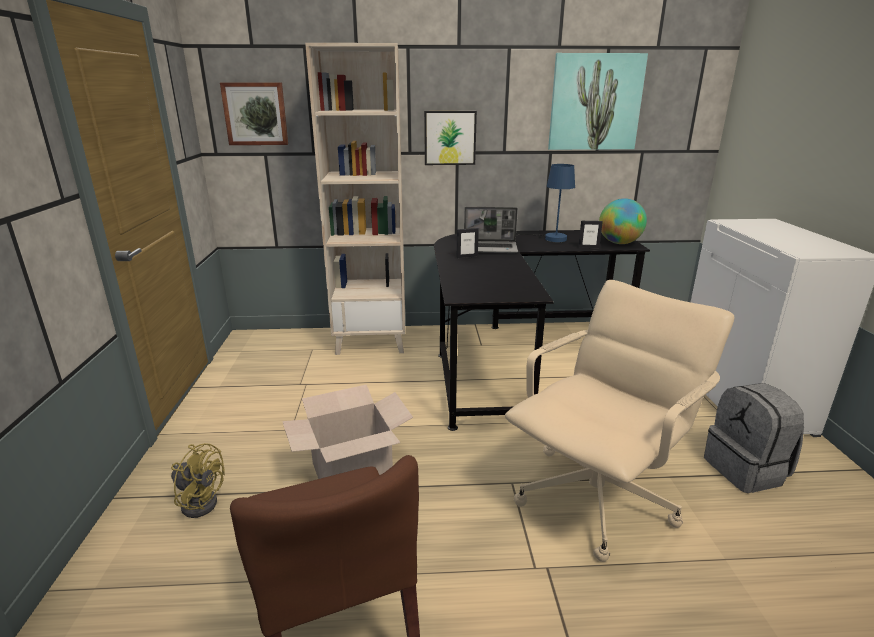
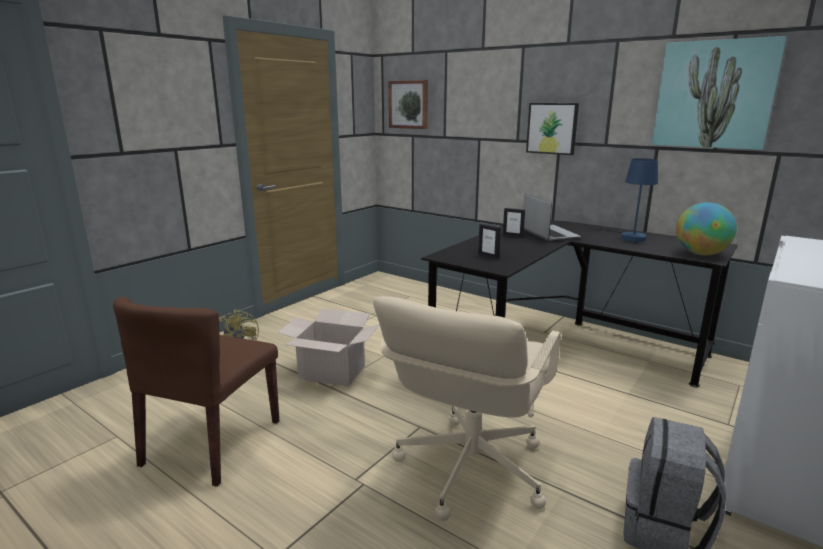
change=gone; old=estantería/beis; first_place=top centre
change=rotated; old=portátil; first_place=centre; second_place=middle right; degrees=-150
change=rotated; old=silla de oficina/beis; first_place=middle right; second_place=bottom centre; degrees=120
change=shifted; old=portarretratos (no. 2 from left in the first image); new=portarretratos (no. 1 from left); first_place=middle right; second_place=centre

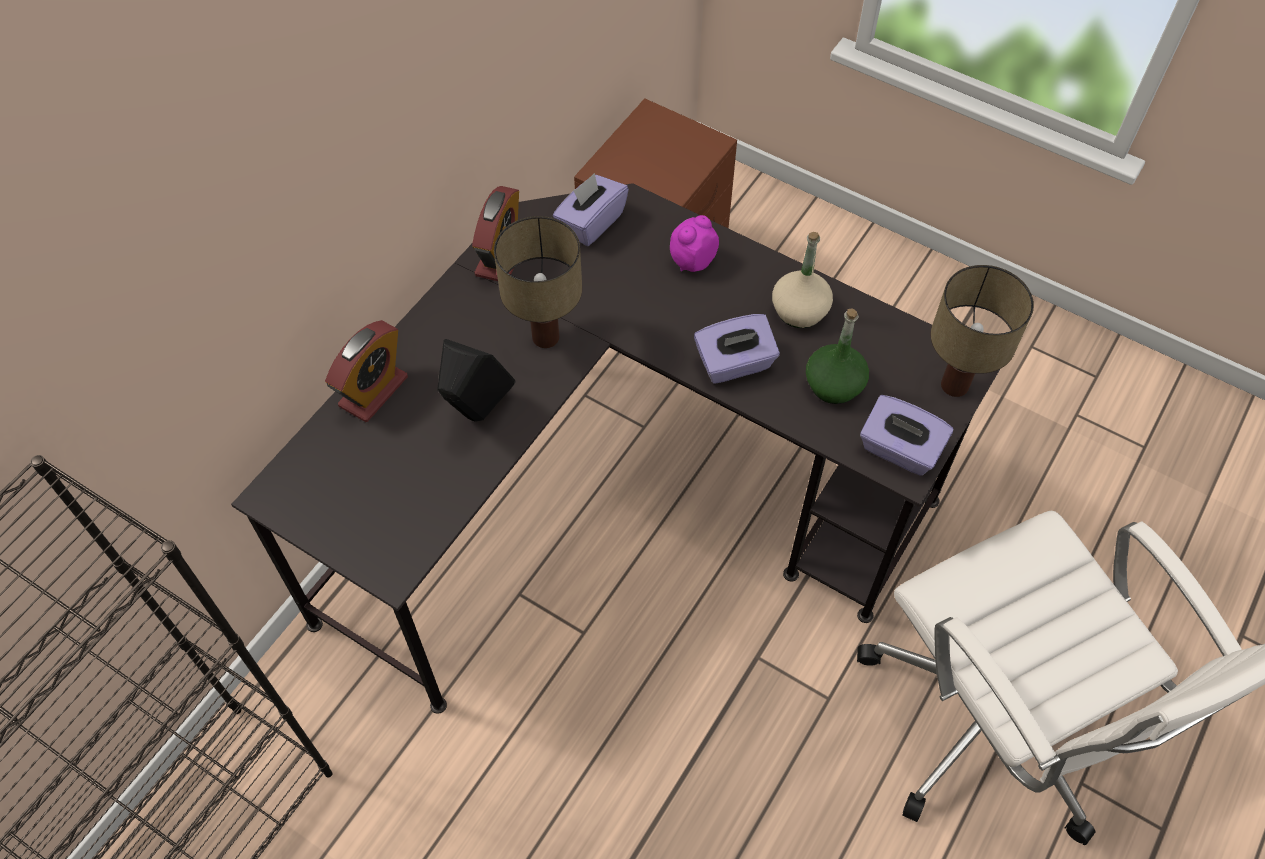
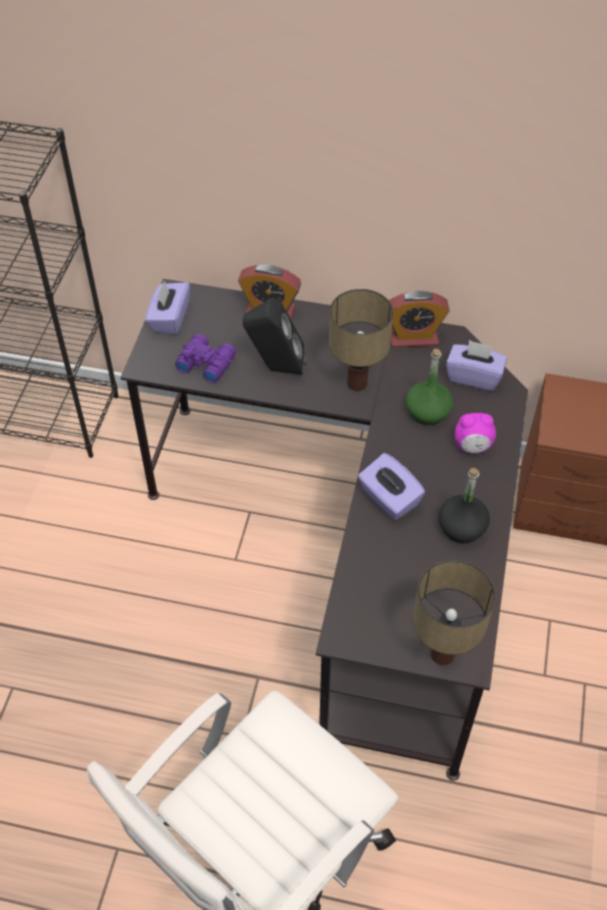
change=rotated; old=despertador (no. 3 from left); first_place=top centre; second_place=middle right; degrees=150
change=repainted; old=botella/beis; new=botella/negro; first_place=top centre; second_place=middle right
change=shifted; old=botella/verde; first_place=centre; second_place=middle right
change=shifted; old=caja de pañuelos/morado (no. 3 from left in the first image); new=caja de pañuelos/morado (no. 1 from left); first_place=middle right; second_place=middle left
change=new; new=prismáticos/morado; second_place=centre

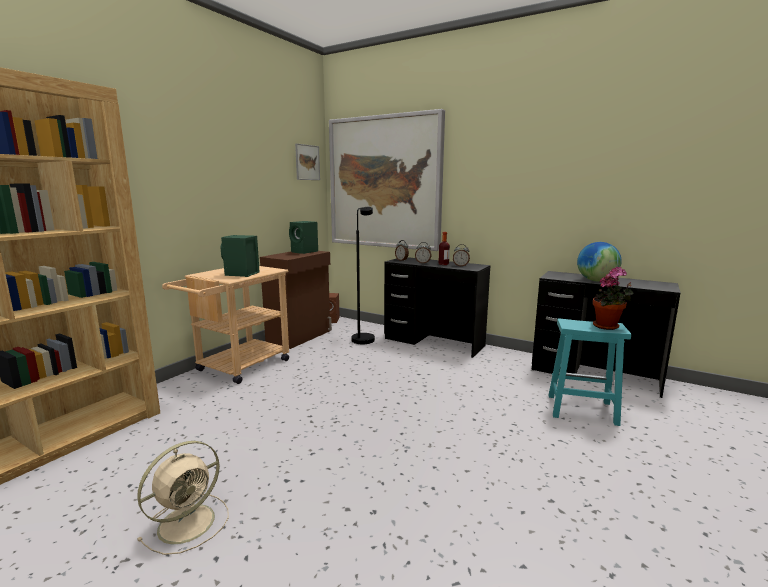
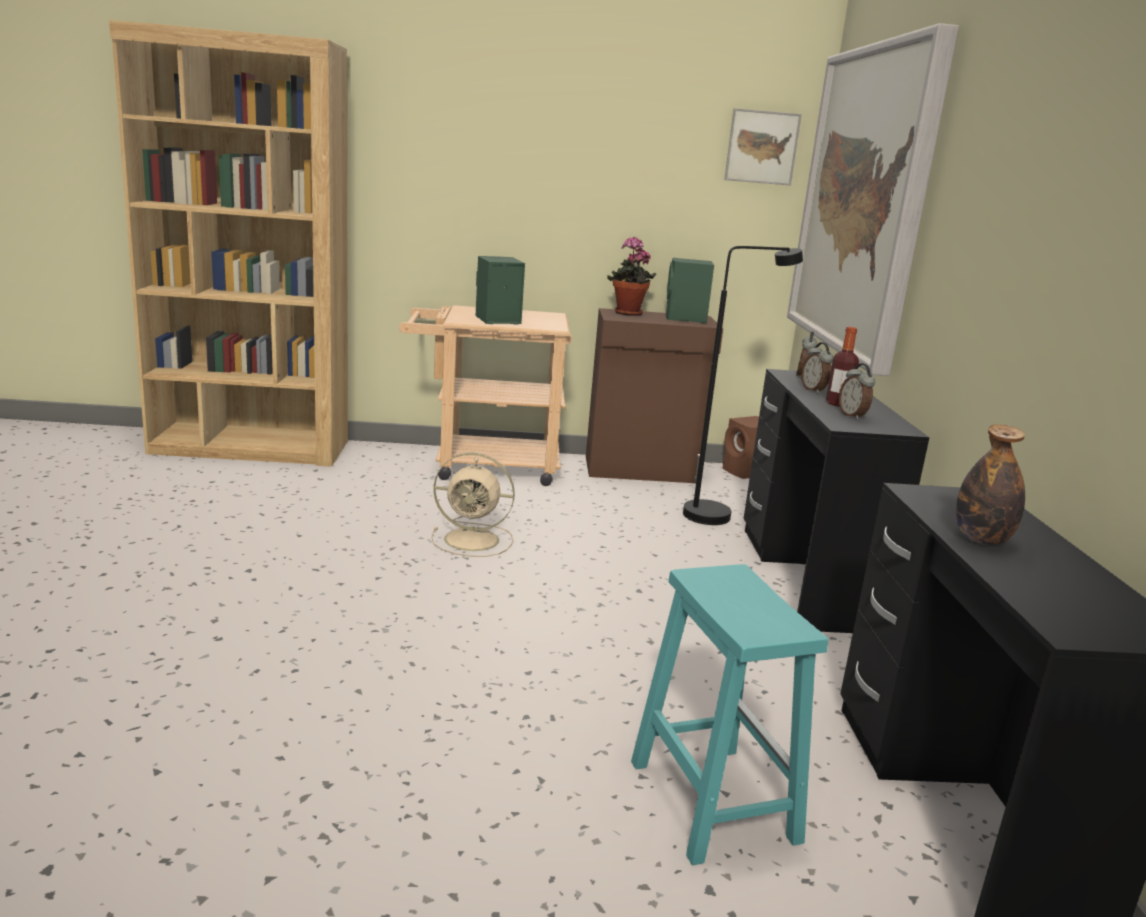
change=shifted; old=ventilador/beis; first_place=bottom left; second_place=centre
change=swapped; old=globo terráqueo; new=botella (no. 2 from left); first_place=middle right; second_place=middle right
change=shifted; old=planta en maceta; first_place=middle right; second_place=top centre

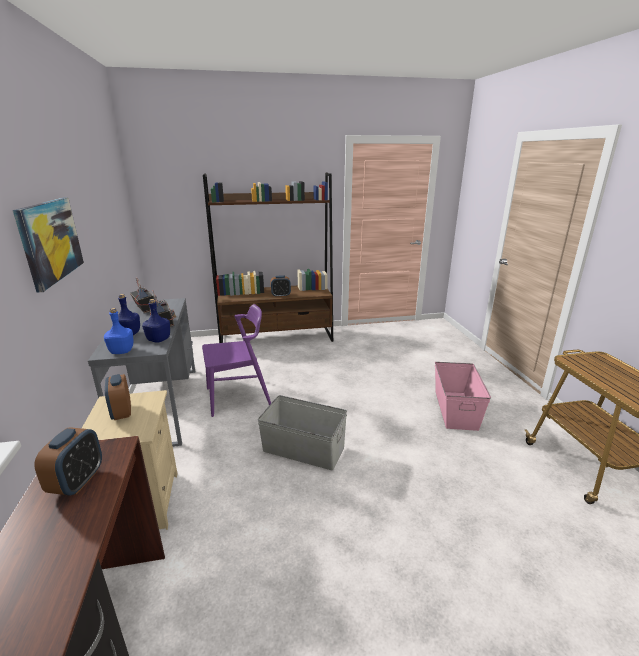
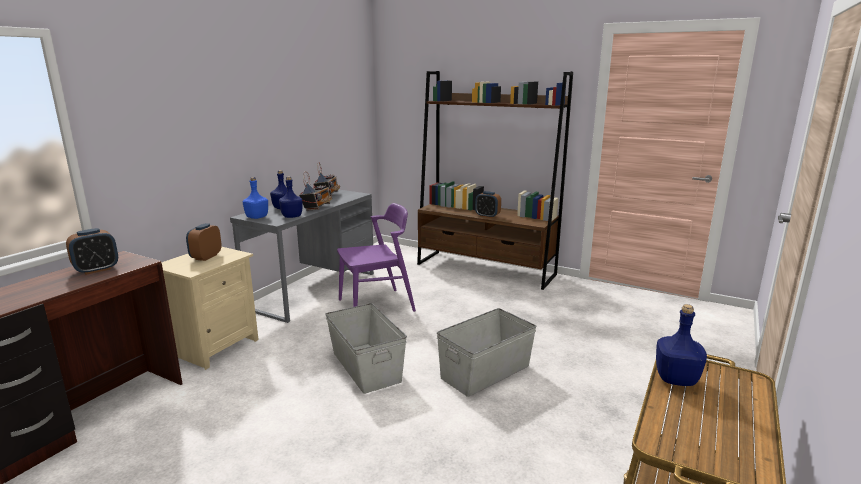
change=gone; old=cuadro; first_place=middle left
change=rotated; old=silla/morado; first_place=centre; second_place=centre; degrees=-45
change=gone; old=caja de almacenaje/rosa; first_place=middle right
change=new; new=caja de almacenaje/gris (no. 2 from left); second_place=bottom centre
change=new; new=botella/azul (no. 4 from left); second_place=bottom right

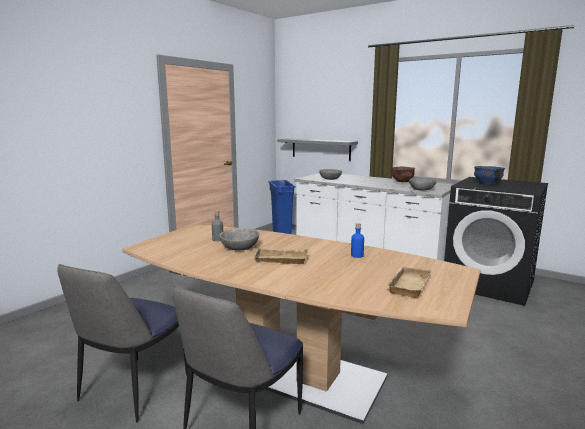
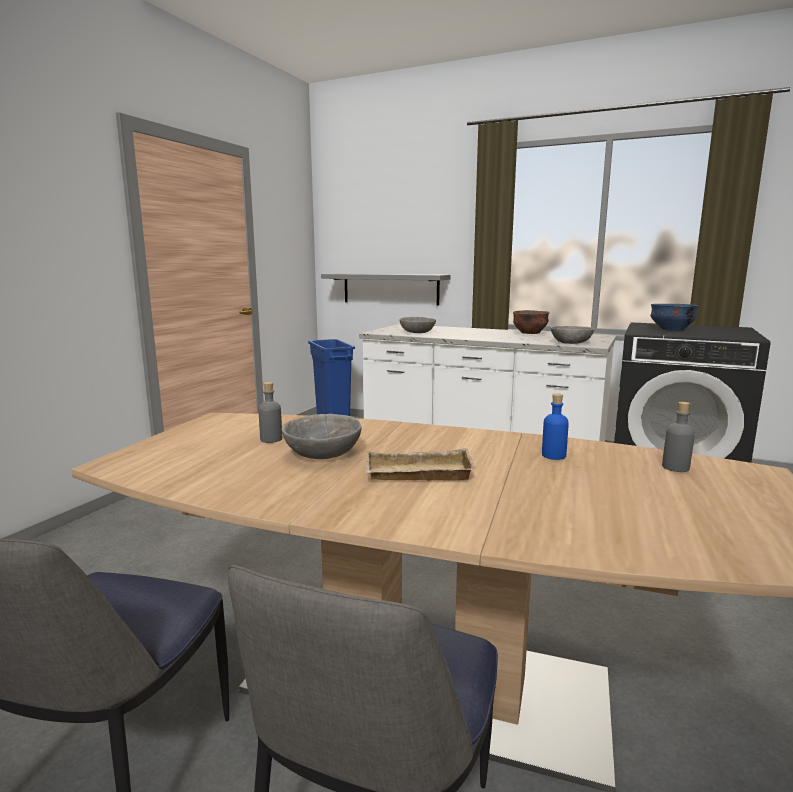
change=gone; old=bandeja/beis (no. 2 from left); first_place=middle right
change=new; new=botella/gris (no. 2 from left); second_place=middle right

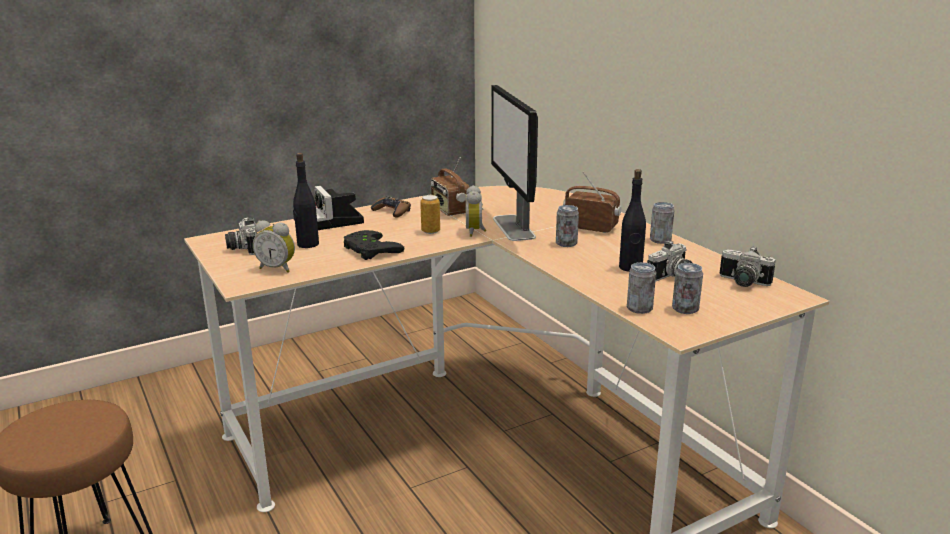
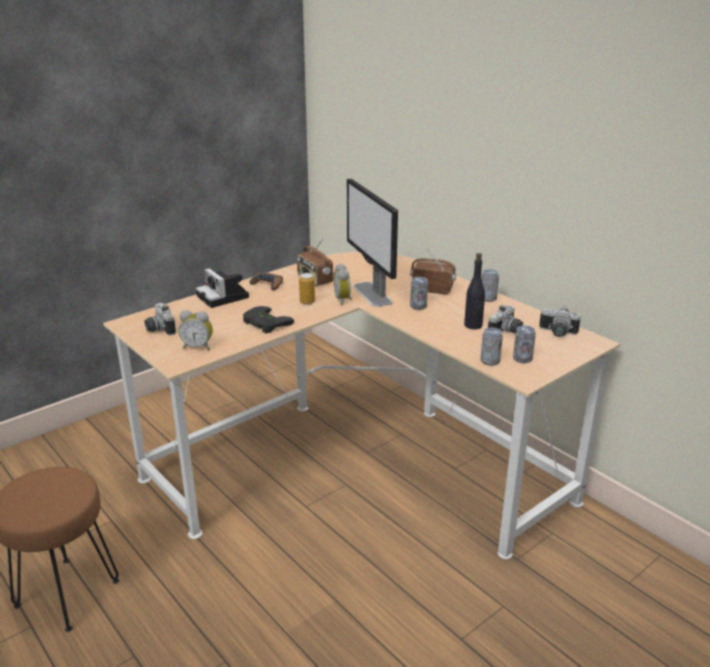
change=gone; old=botella/negro (no. 1 from left); first_place=middle left

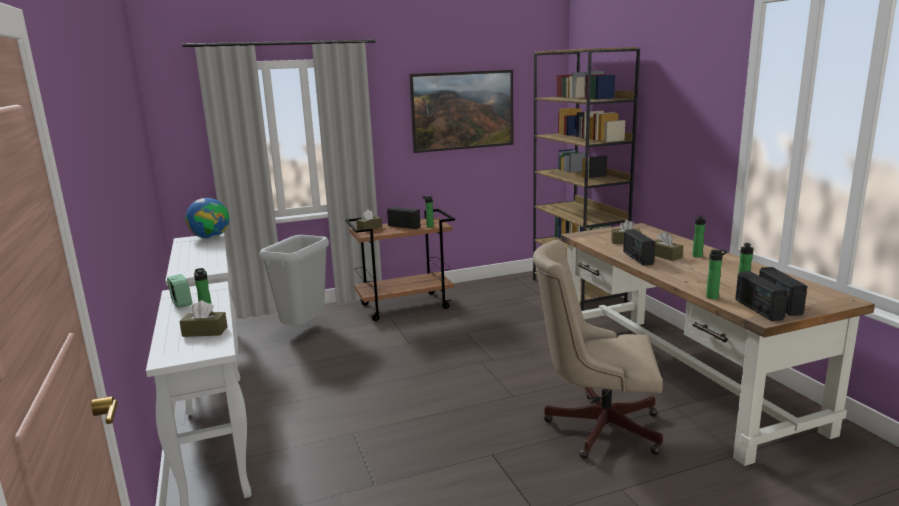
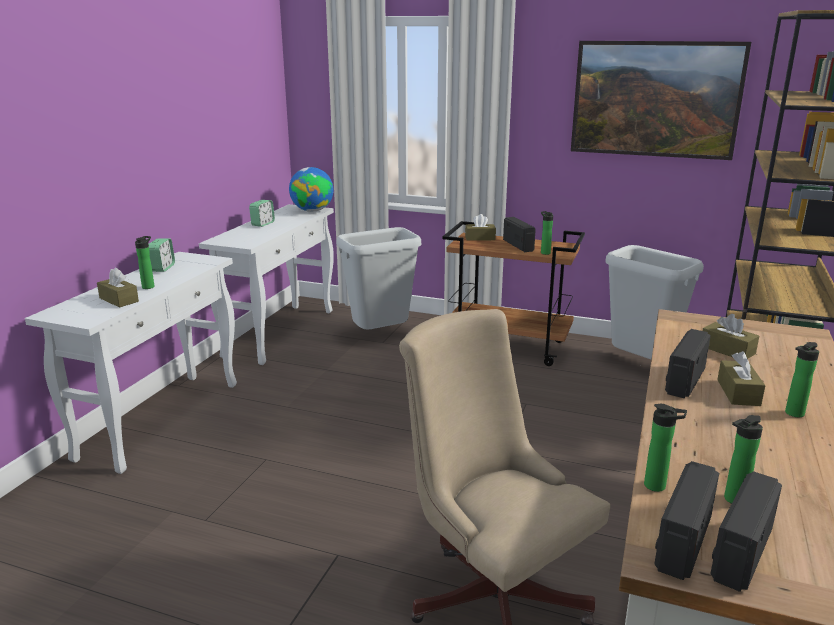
change=new; new=despertador (no. 2 from left); second_place=middle left
change=new; new=papelera/gris (no. 2 from left); second_place=middle right

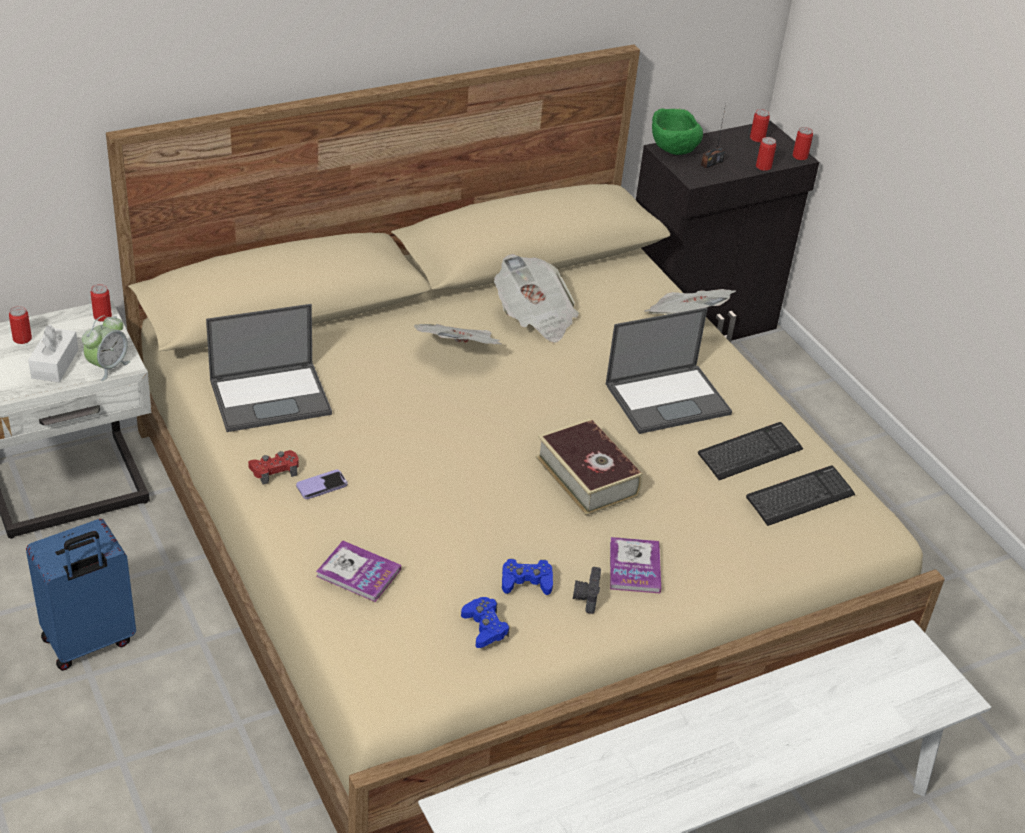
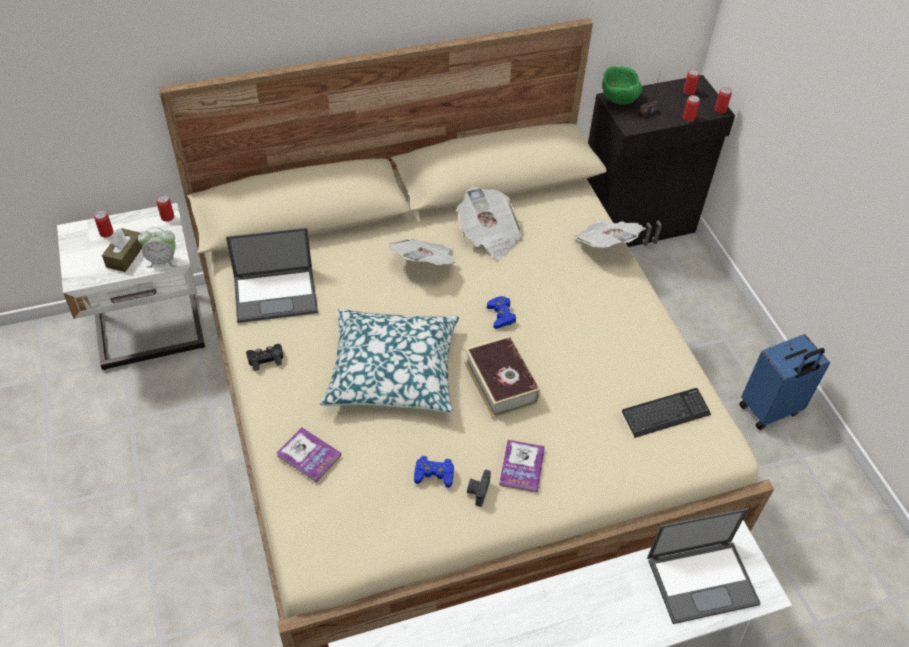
change=shifted; old=maleta/azul; first_place=bottom left; second_place=middle right
change=repainted; old=caja de pañuelos/blanco; new=caja de pañuelos/marrón; first_place=middle left; second_place=middle left
change=rotated; old=despertador; first_place=middle left; second_place=middle left; degrees=45
change=repainted; old=mando de consola/rojo; new=mando de consola/negro; first_place=middle left; second_place=middle left
change=gone; old=móvil; first_place=middle left
change=shifted; old=mando de consola/azul (no. 1 from left in the first image); new=mando de consola/azul (no. 2 from left); first_place=bottom centre; second_place=centre
change=shifted; old=portátil (no. 2 from left); first_place=centre; second_place=bottom right
change=gone; old=teclado (no. 1 from left); first_place=middle right
change=new; new=cojín; second_place=centre

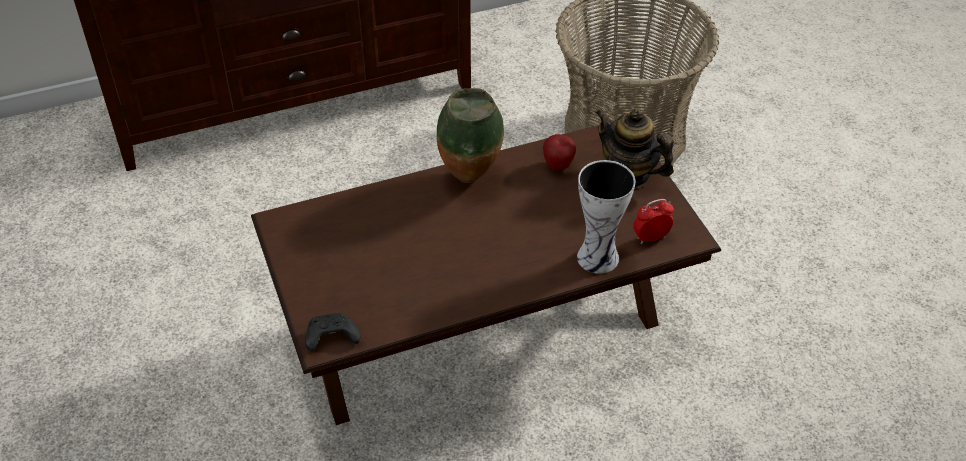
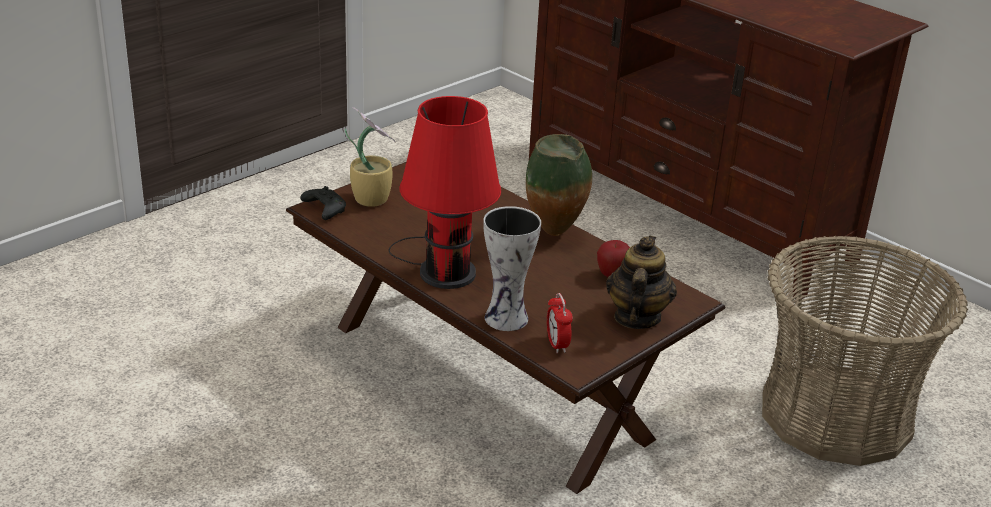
change=rotated; old=despertador; first_place=middle right; second_place=centre; degrees=-150
change=new; new=planta en maceta; second_place=top centre
change=new; new=lámpara de mesa/rojo; second_place=centre

